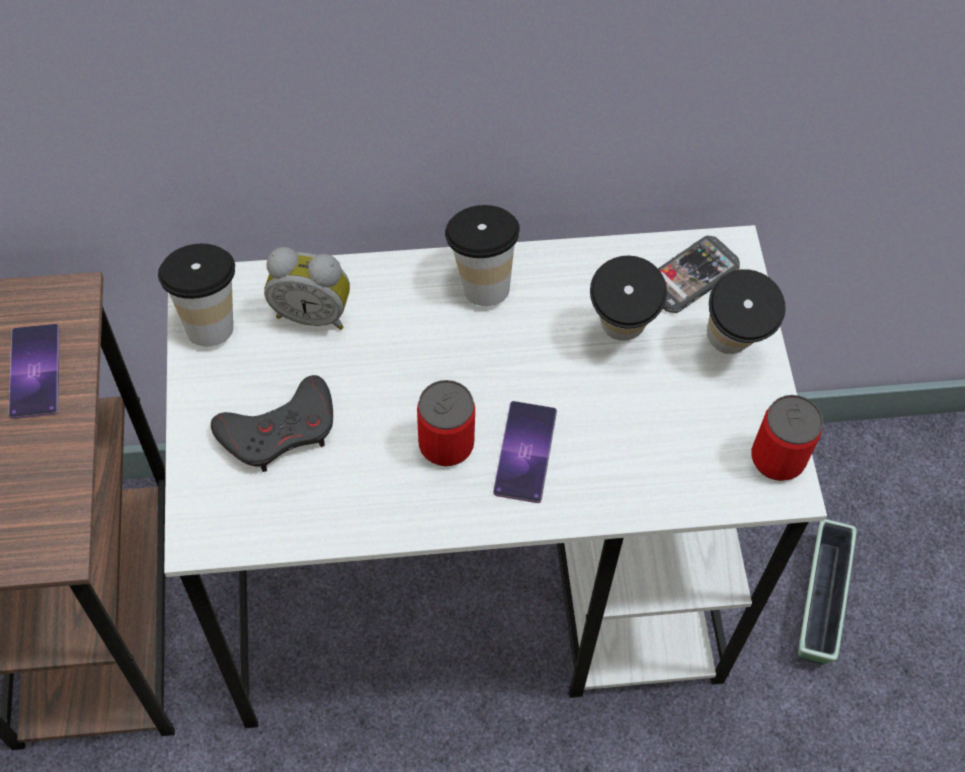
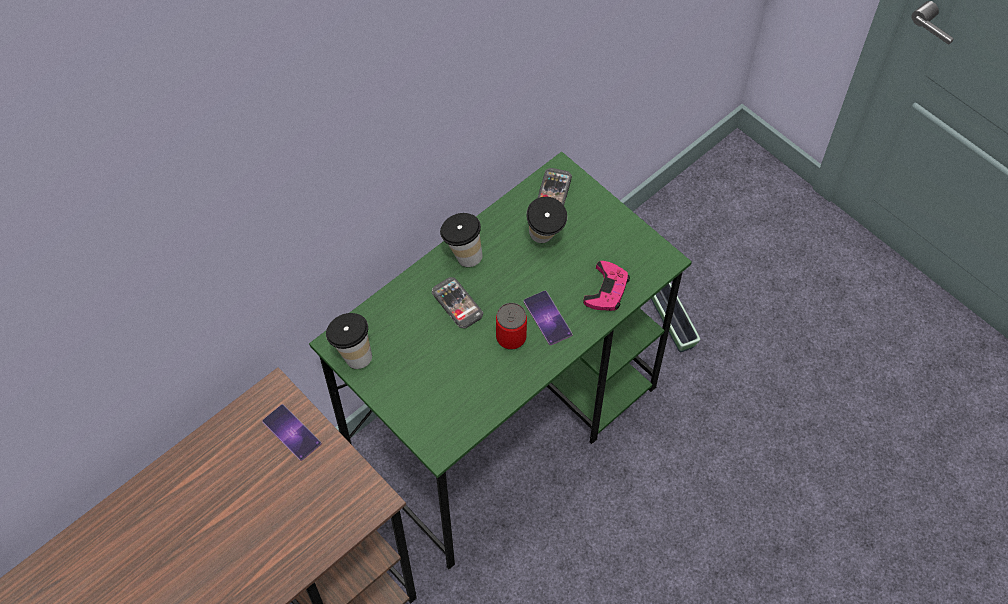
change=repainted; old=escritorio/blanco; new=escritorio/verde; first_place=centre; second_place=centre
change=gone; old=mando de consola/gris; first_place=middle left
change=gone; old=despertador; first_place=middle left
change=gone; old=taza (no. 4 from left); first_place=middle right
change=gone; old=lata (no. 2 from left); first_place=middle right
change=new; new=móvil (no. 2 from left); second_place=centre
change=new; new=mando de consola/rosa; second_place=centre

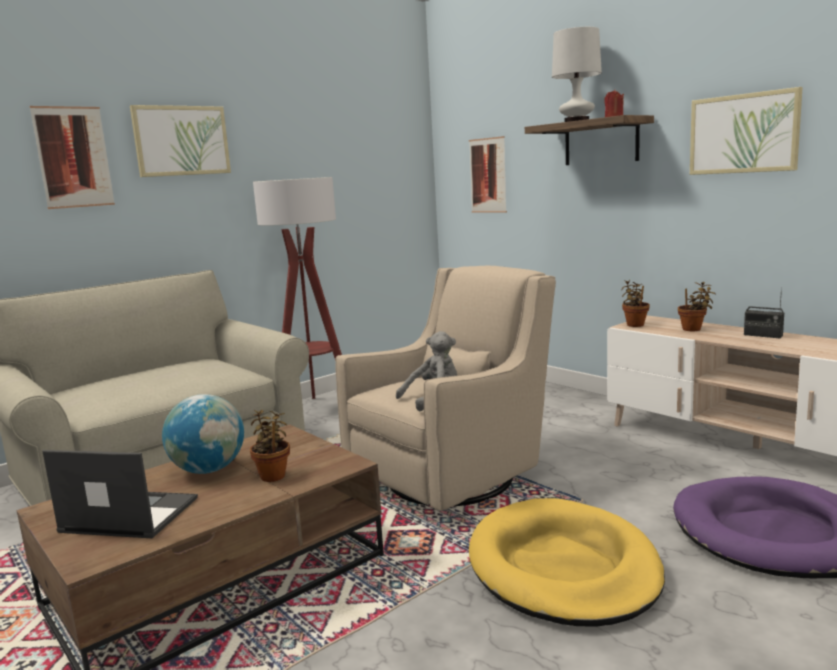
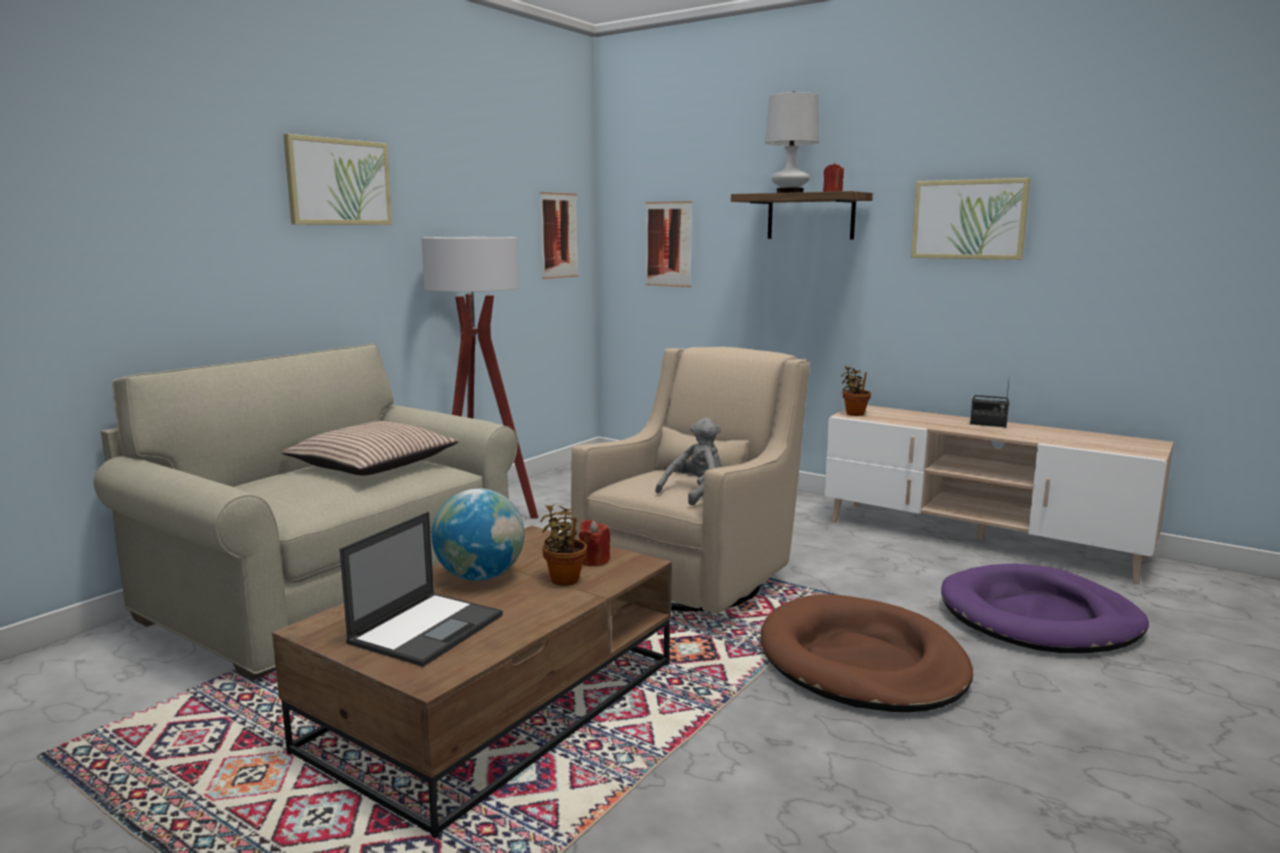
change=shifted; old=cuadro (no. 1 from left in the first image); new=cuadro (no. 2 from left); first_place=top left; second_place=top centre
change=rotated; old=portátil; first_place=bottom left; second_place=bottom left; degrees=120
change=repainted; old=cama para perro/amarillo; new=cama para perro/marrón; first_place=bottom right; second_place=bottom right
change=gone; old=planta en maceta (no. 3 from left); first_place=middle right
change=new; new=cojín; second_place=middle left
change=new; new=vela/rojo (no. 1 from left); second_place=centre

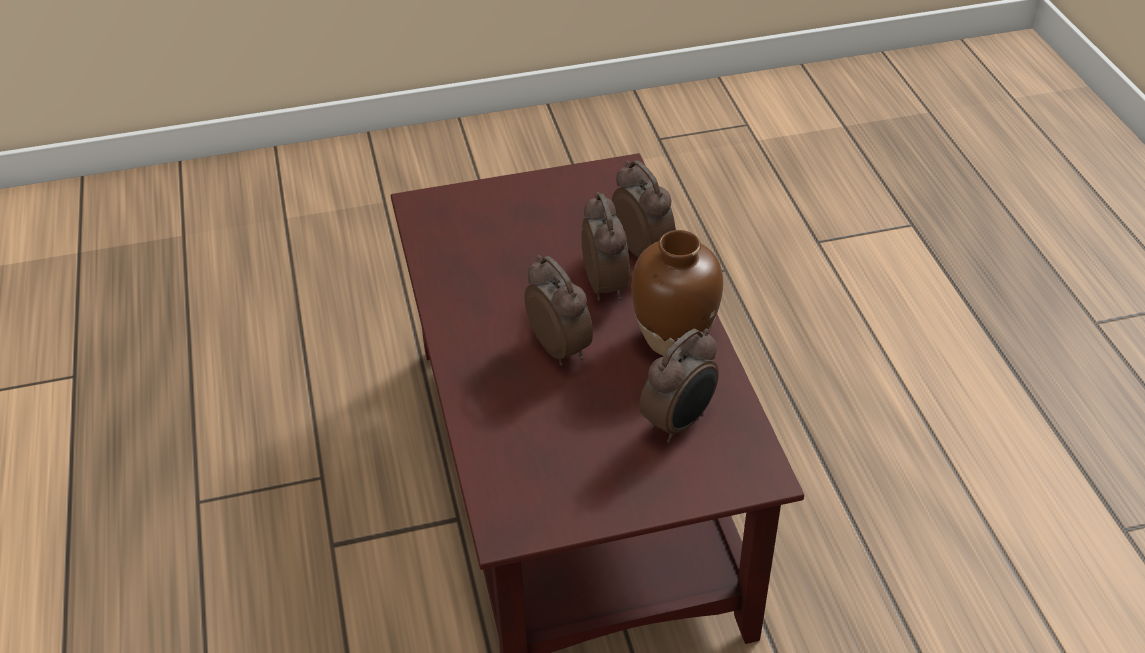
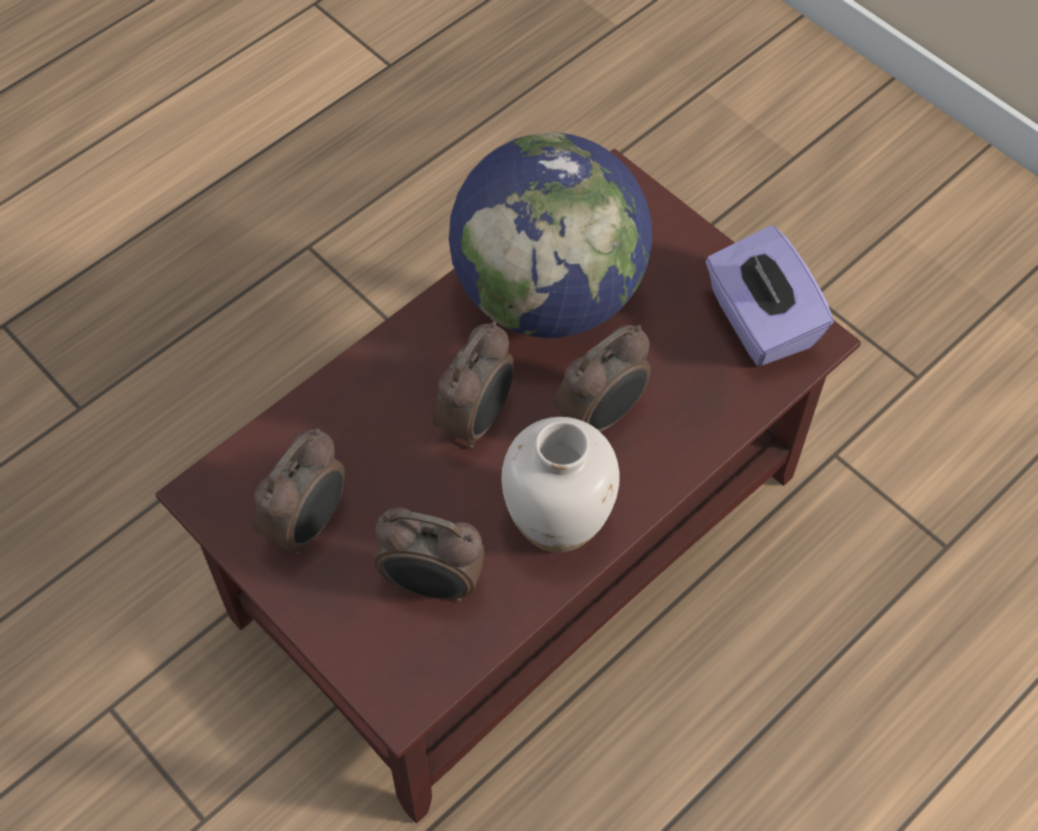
change=shifted; old=despertador (no. 3 from left in the first image); new=despertador (no. 1 from left); first_place=top centre; second_place=middle left
change=repainted; old=florero/marrón; new=florero/blanco; first_place=centre; second_place=centre
change=new; new=globo terráqueo; second_place=top centre
change=new; new=caja de pañuelos/morado; second_place=middle right

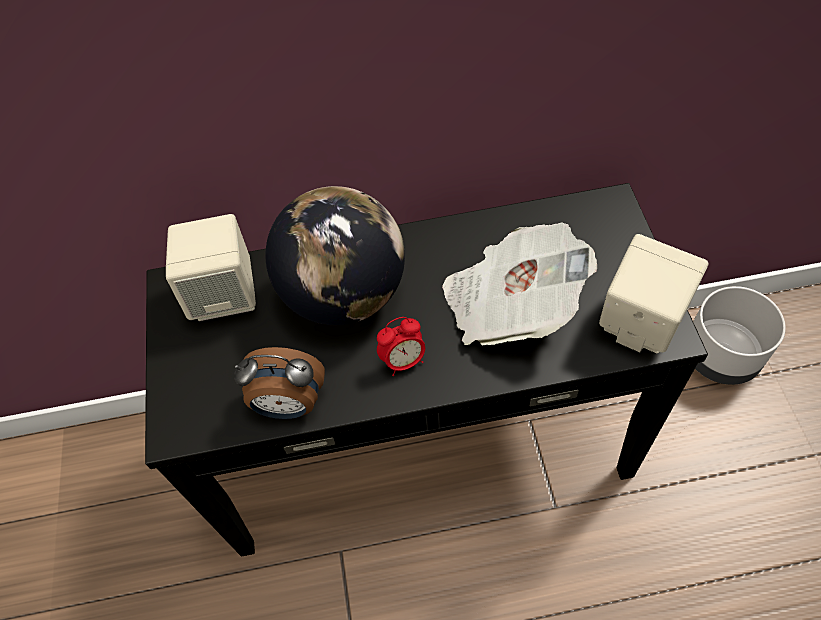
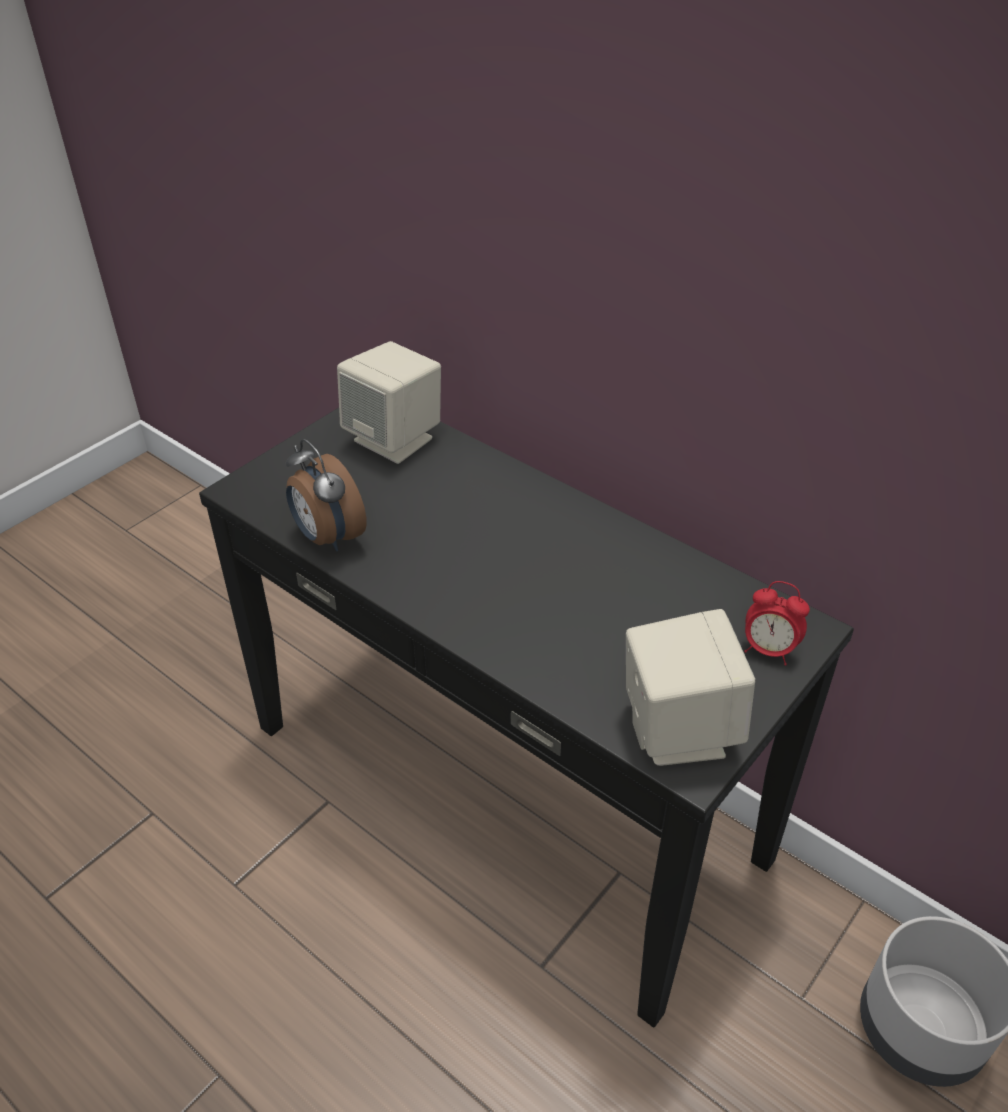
change=gone; old=globo terráqueo; first_place=centre
change=shifted; old=despertador (no. 2 from left); first_place=centre; second_place=middle right
change=gone; old=periódico; first_place=centre

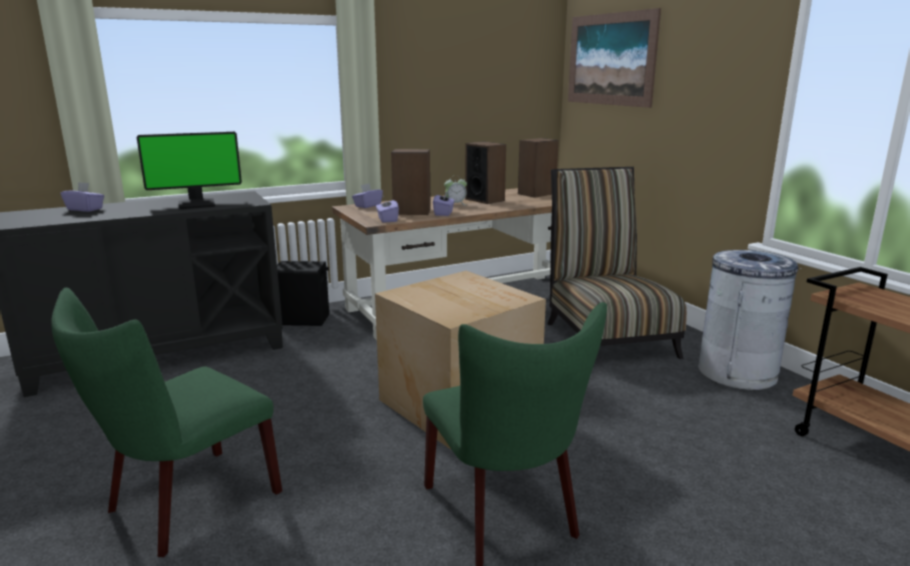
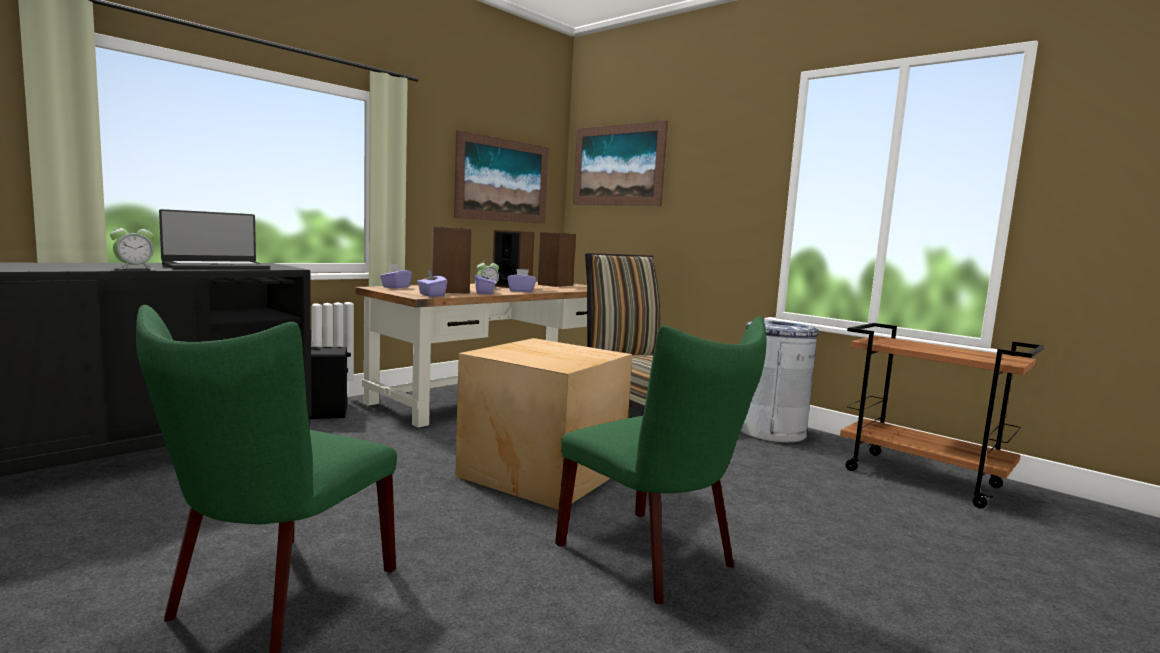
change=shifted; old=caja de pañuelos/morado (no. 1 from left in the first image); new=caja de pañuelos/morado (no. 4 from left); first_place=middle left; second_place=centre
change=swapped; old=monitor; new=portátil; first_place=top left; second_place=middle left
change=new; new=despertador (no. 1 from left); second_place=middle left
change=new; new=cuadro (no. 1 from left); second_place=top centre

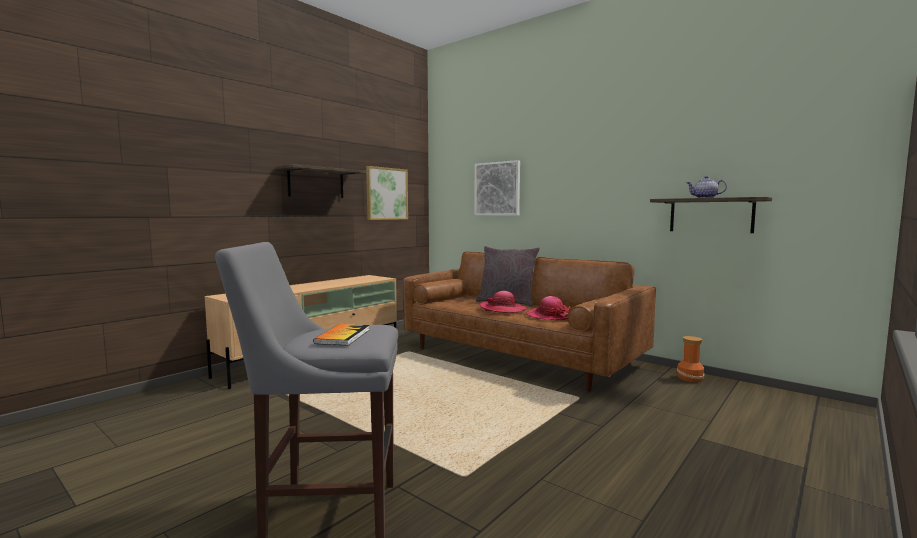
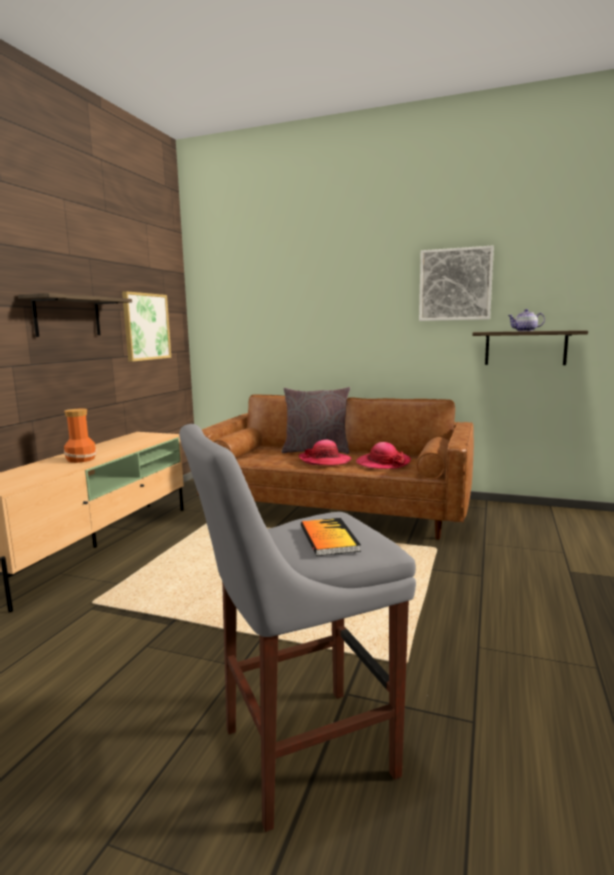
change=shifted; old=cuadro (no. 2 from left); first_place=centre; second_place=top right
change=shifted; old=florero; first_place=bottom right; second_place=middle left

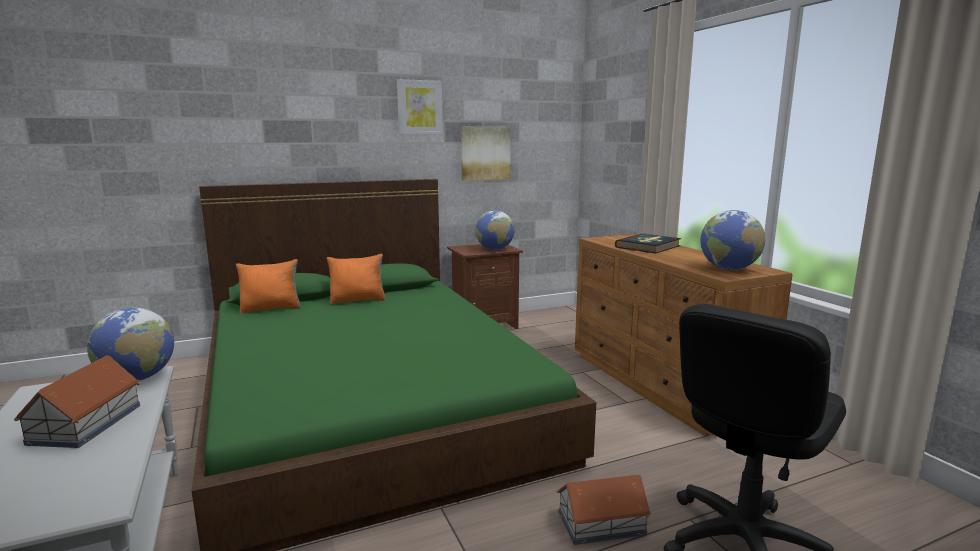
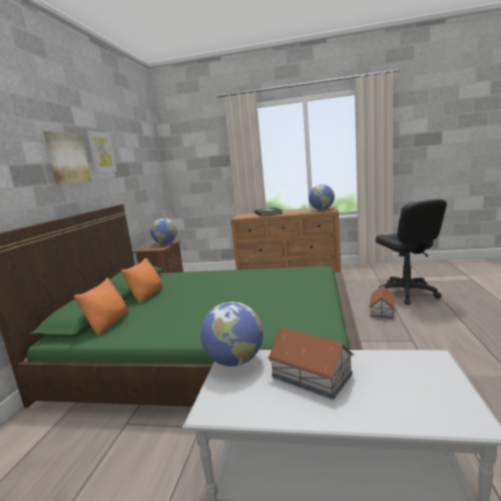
change=shifted; old=cuadro (no. 2 from left in the first image); new=cuadro (no. 1 from left); first_place=top centre; second_place=top left

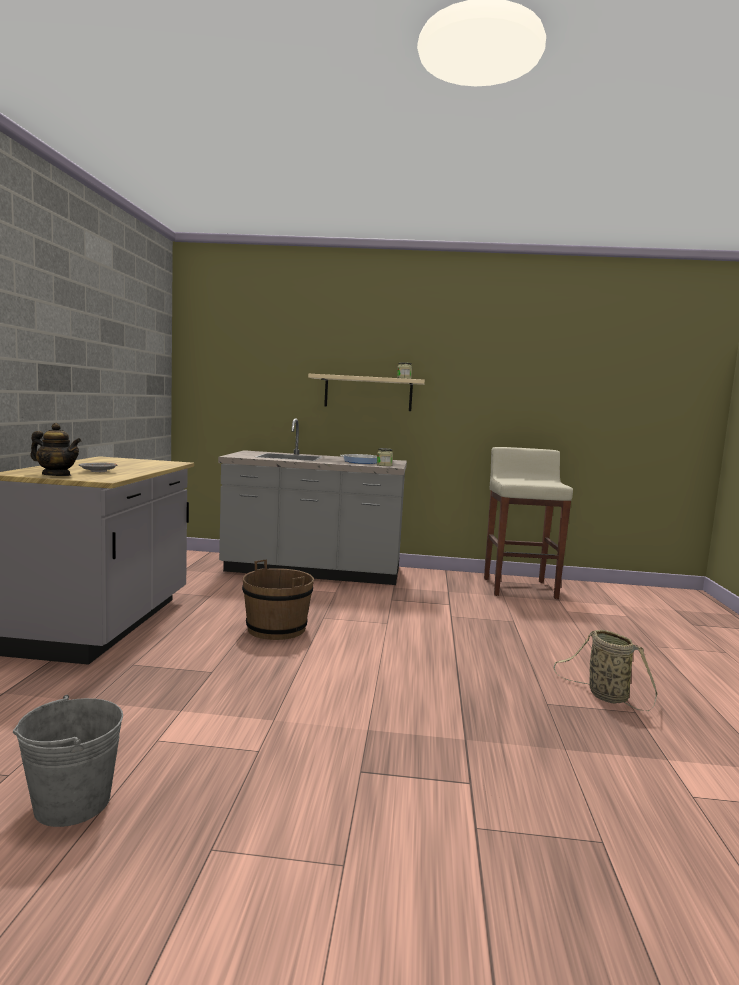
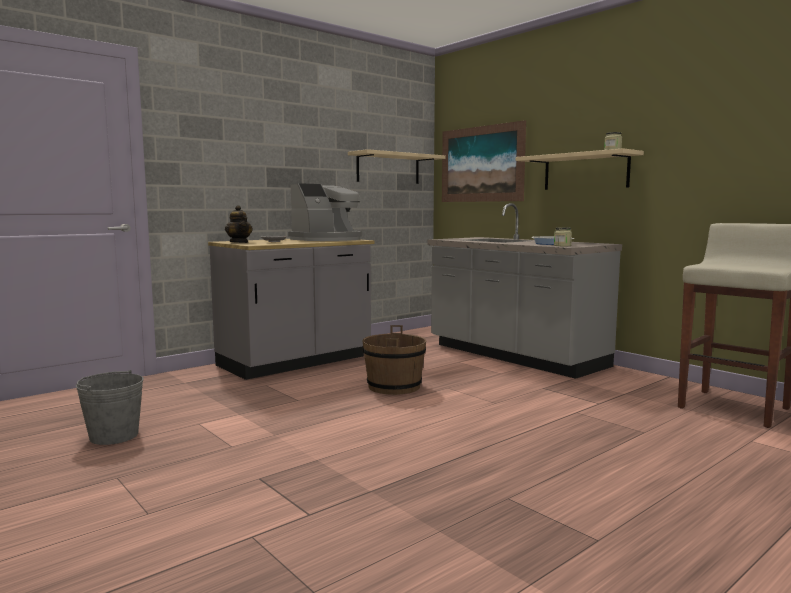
change=gone; old=cesta; first_place=bottom right
change=new; new=cafetera; second_place=centre
change=new; new=estante/beis (no. 1 from left); second_place=top centre
change=new; new=cuadro; second_place=top centre

